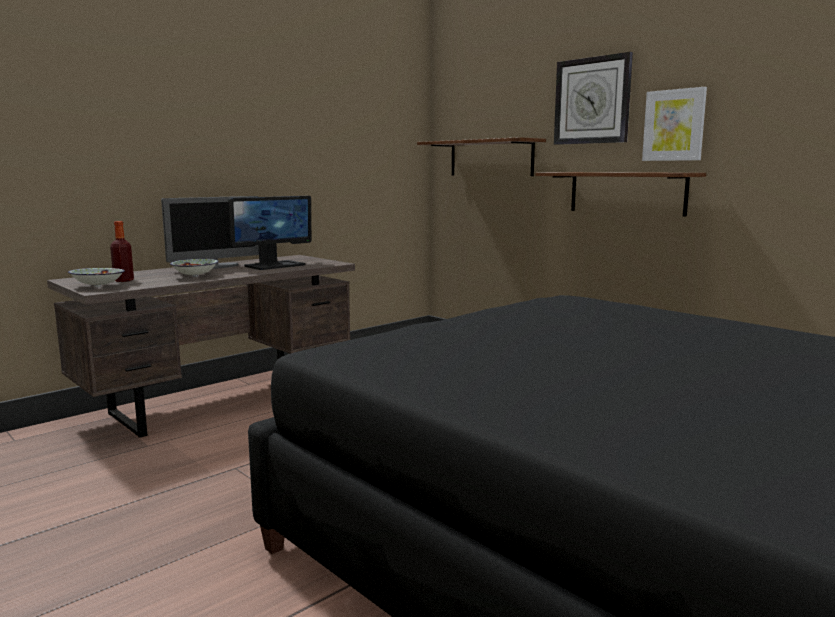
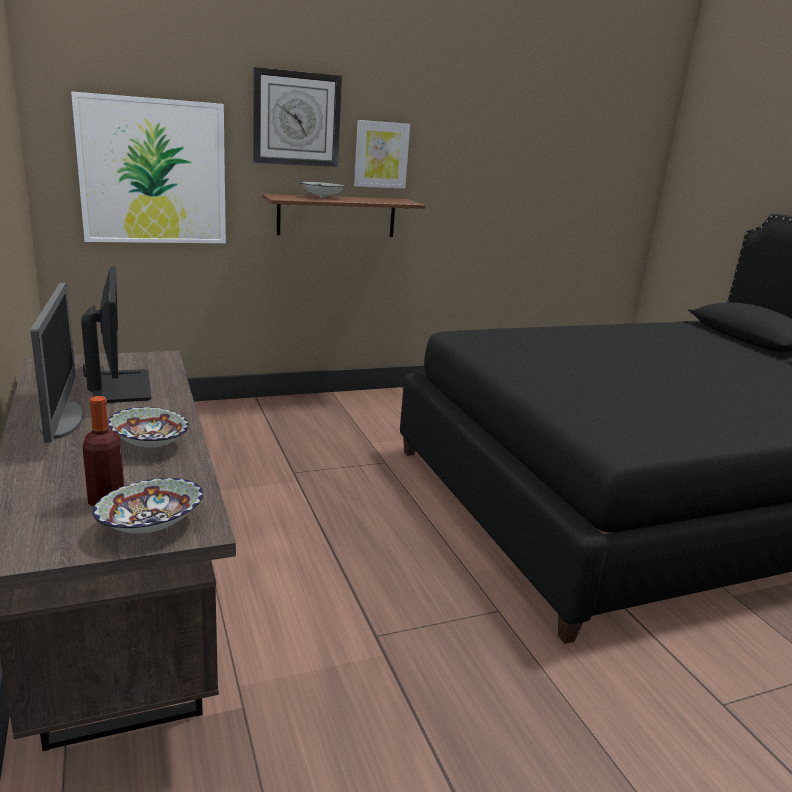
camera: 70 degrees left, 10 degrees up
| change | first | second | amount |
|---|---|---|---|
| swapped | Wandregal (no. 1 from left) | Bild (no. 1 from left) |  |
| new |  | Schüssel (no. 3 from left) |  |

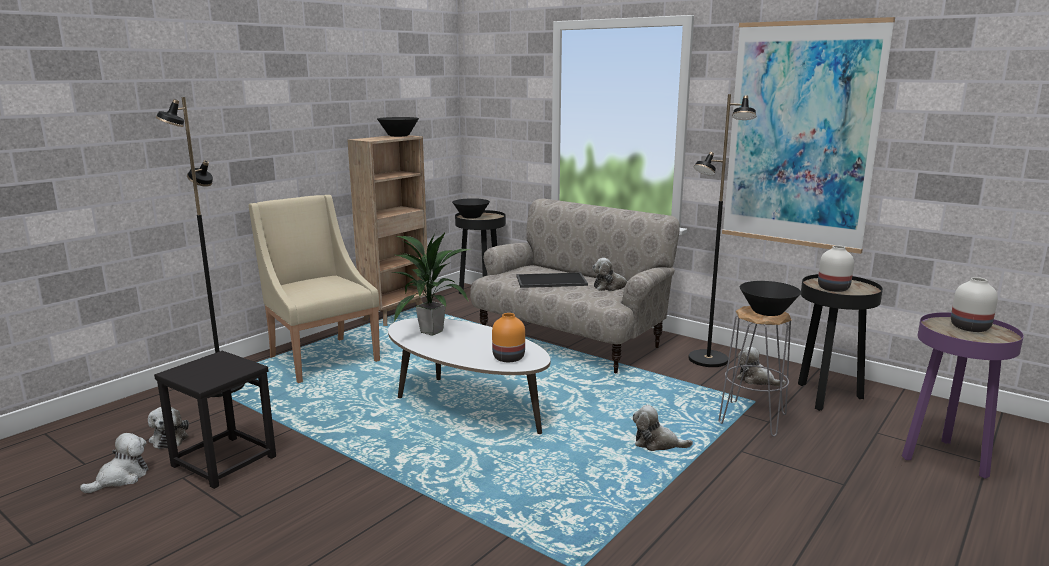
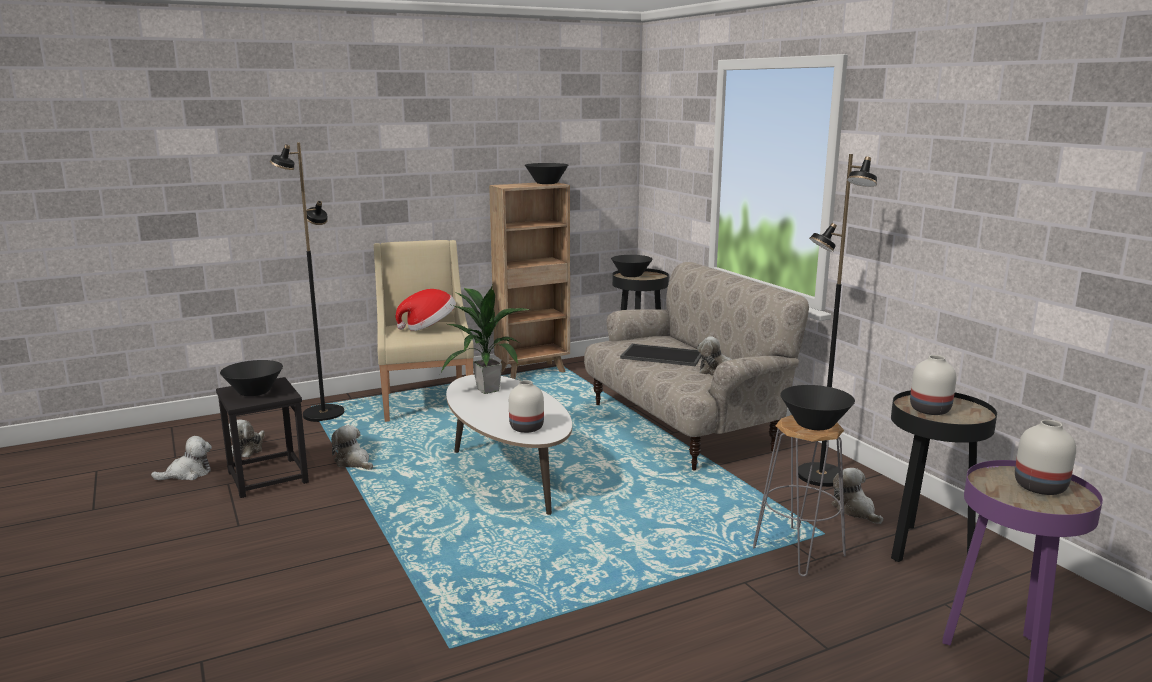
camera: 25 degrees right, 0 degrees up
| change | first | second | amount |
|---|---|---|---|
| gone | Bild |  |  |
| repainted | Vase [orange] | Vase [weiß] (no. 1 from left) |  |
| shifted | Plüschtier (no. 4 from left in the first image) | Plüschtier (no. 3 from left) |  |
| new |  | Hut |  |
| new |  | Schüssel [schwarz] (no. 1 from left) |  |

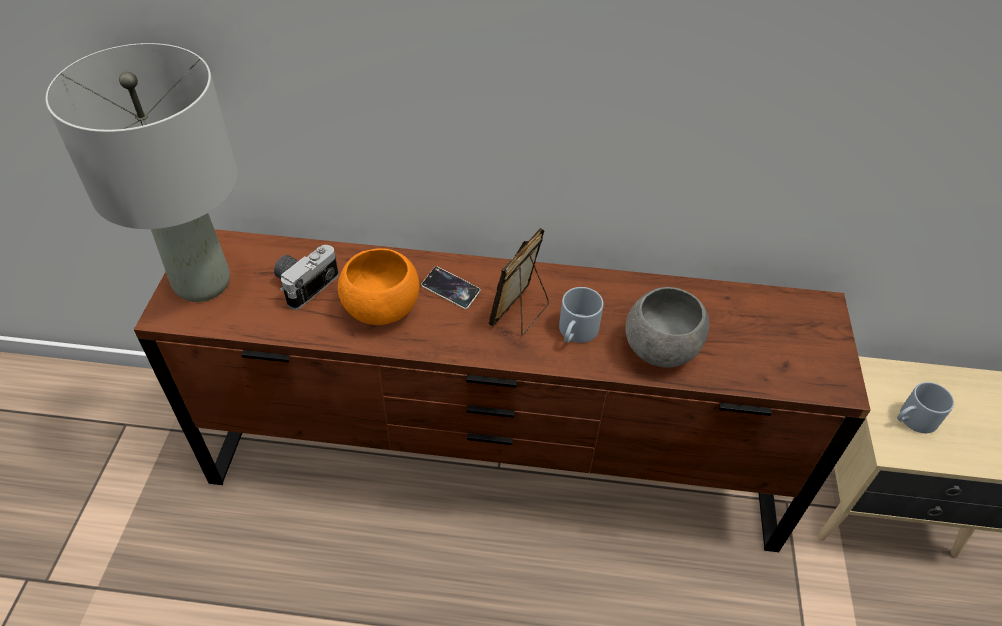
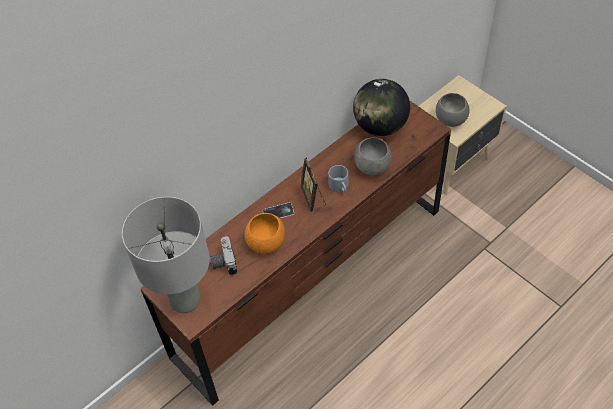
camera: 45 degrees left, 5 degrees up
| change | first | second | amount |
|---|---|---|---|
| swapped | Henkelbecher [grau] (no. 2 from left) | Schüssel [grau] (no. 2 from left) |  |
| new |  | Globus |  |

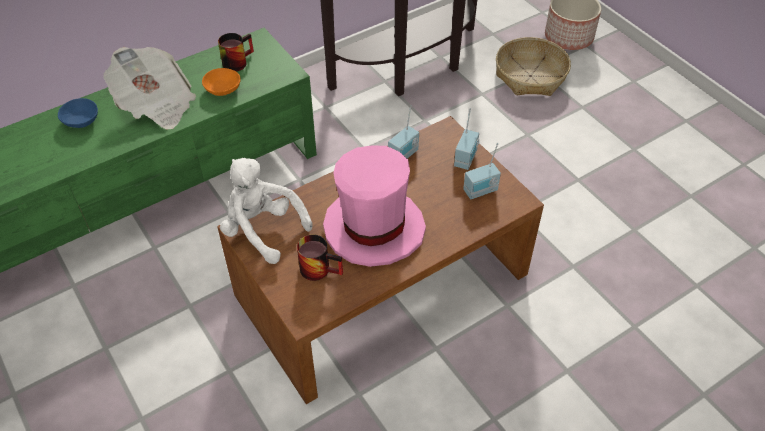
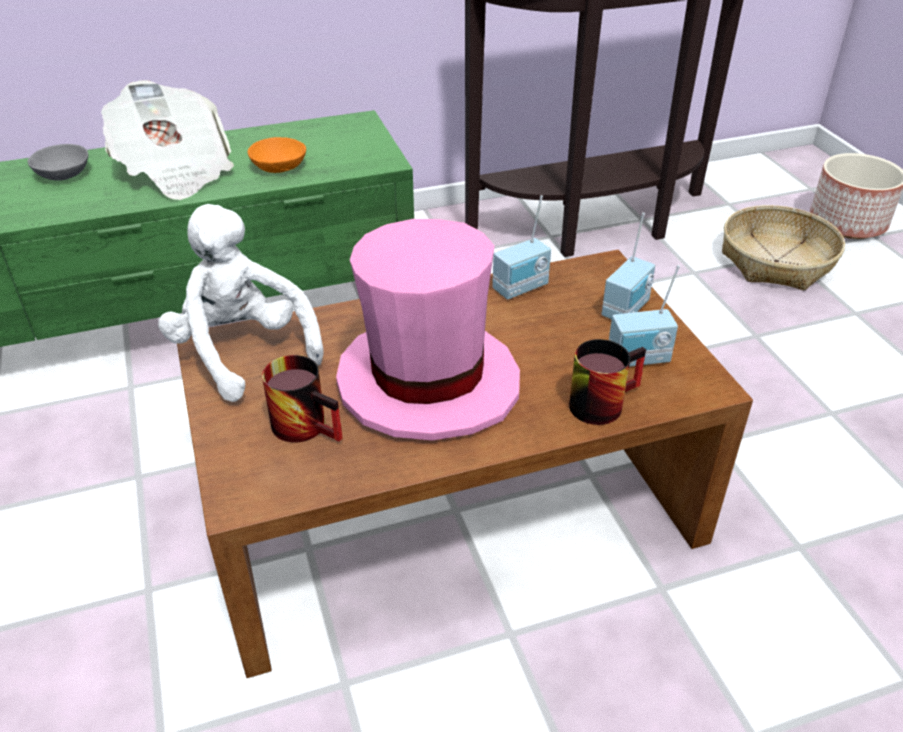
camera: 15 degrees right, 10 degrees down
| change | first | second | amount |
|---|---|---|---|
| shifted | Henkelbecher (no. 1 from left in the first image) | Henkelbecher (no. 2 from left) |  |
| repainted | Schüssel [blau] | Schüssel [grau] |  |

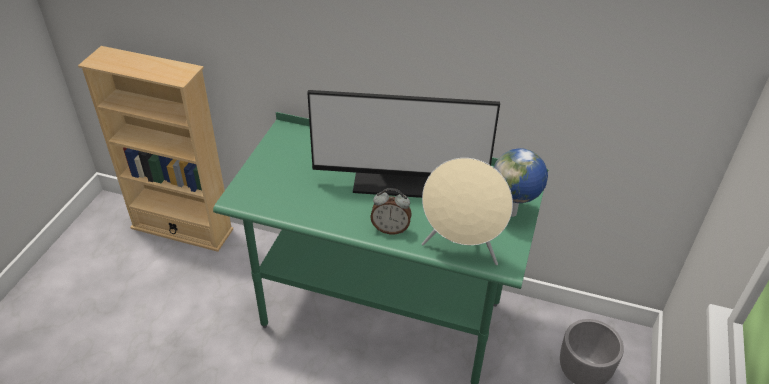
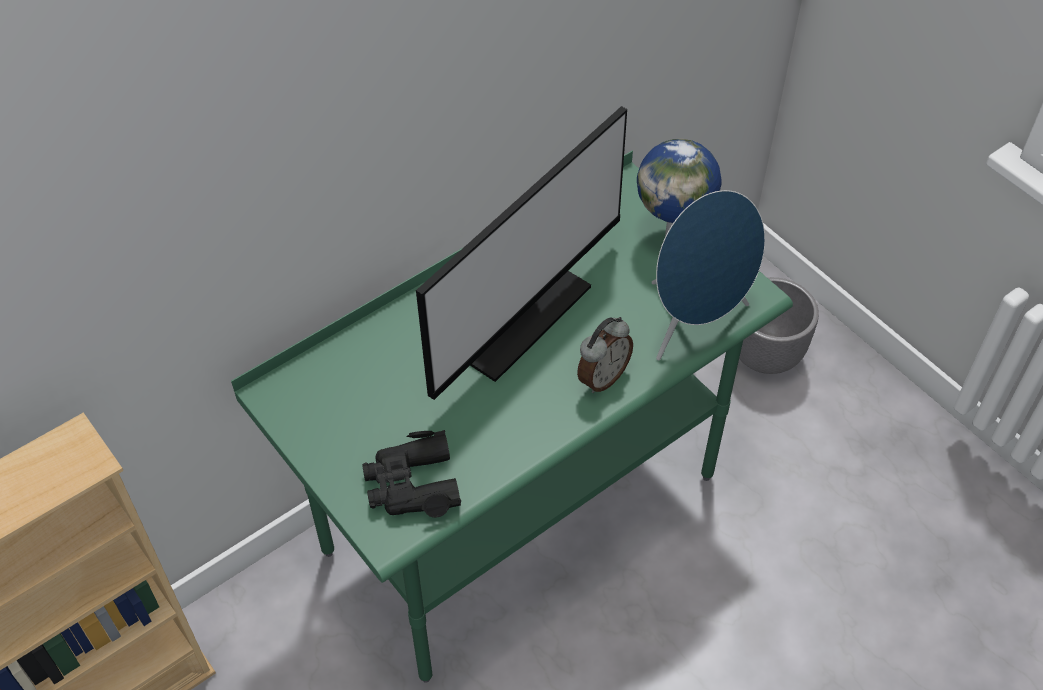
camera: 55 degrees left, 10 degrees up
| change | first | second | amount |
|---|---|---|---|
| repainted | Lautsprecher [beige] | Lautsprecher [blau] |  |
| new |  | Fernglas [schwarz] |  |

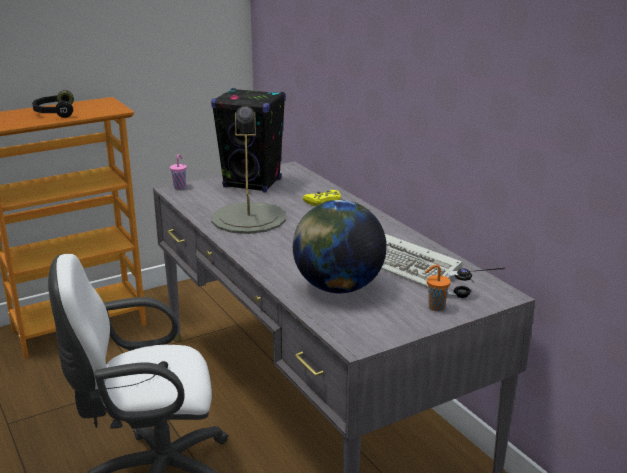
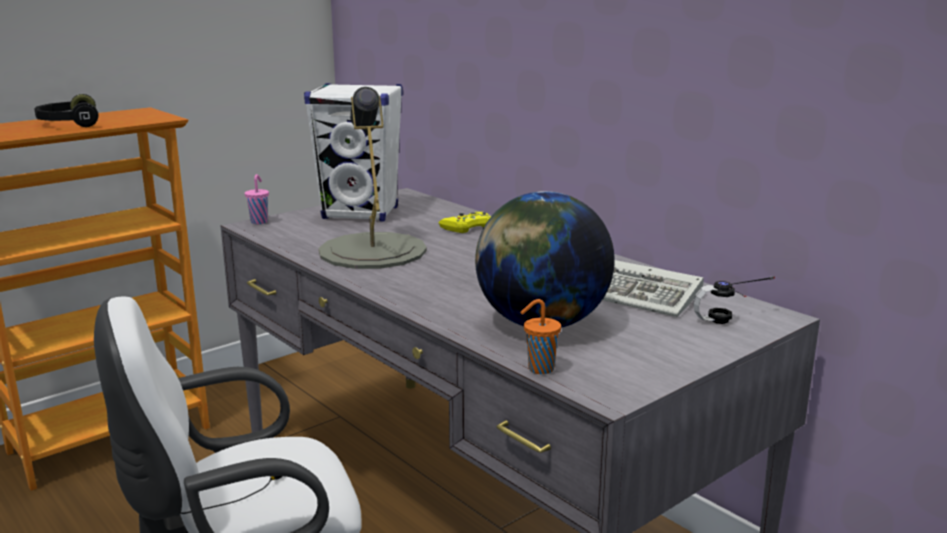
camera: 10 degrees left, 5 degrees down
| change | first | second | amount |
|---|---|---|---|
| repainted | Lautsprecher [schwarz] | Lautsprecher [weiß] |  |
| shifted | Tasse [orange] |  |  |

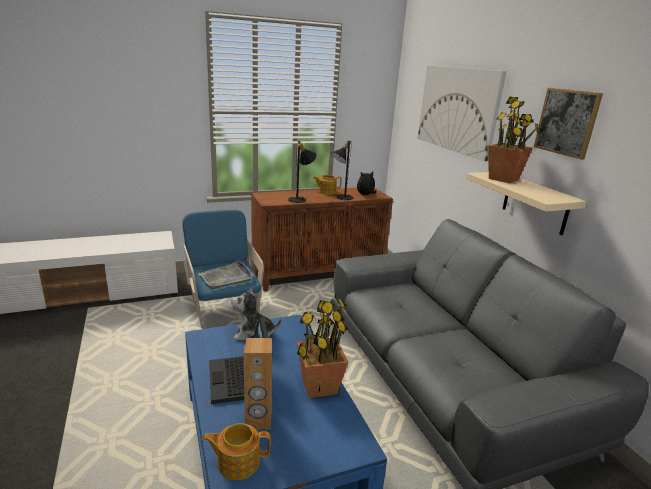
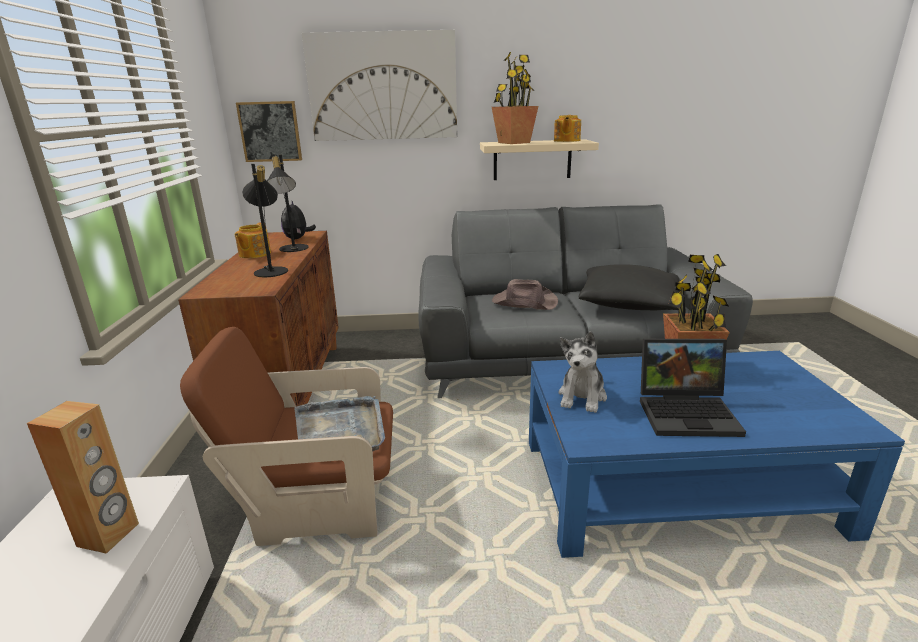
camera: 70 degrees left, 0 degrees up
| change | first | second | amount |
|---|---|---|---|
| shifted | Bild (no. 2 from left in the first image) | Bild (no. 1 from left) |  |
| repainted | Sessel [blau] | Sessel [braun] |  |
| shifted | Lautsprecher [braun] |  |  |
| shifted | Teekanne (no. 1 from left in the first image) | Teekanne (no. 2 from left) |  |
| new |  | Kissen [schwarz] |  |
| new |  | Hut [braun] |  |

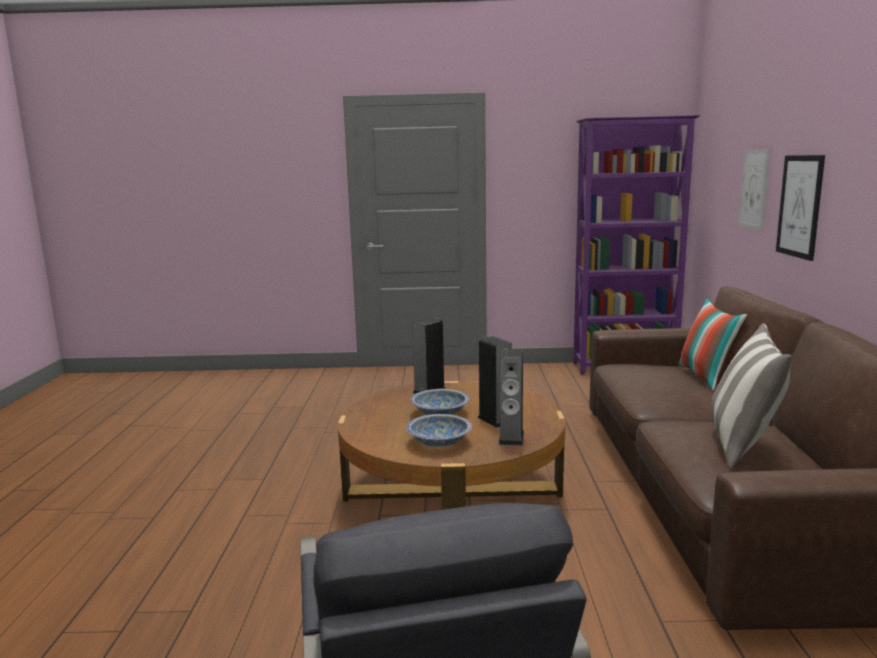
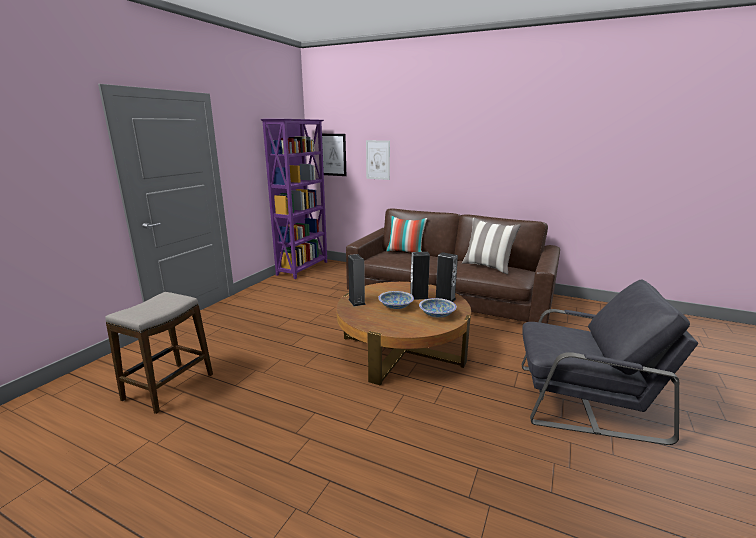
camera: 65 degrees left, 5 degrees up
| change | first | second | amount |
|---|---|---|---|
| shifted | Bild (no. 2 from left in the first image) | Bild (no. 1 from left) |  |
| new |  | Hocker |  |

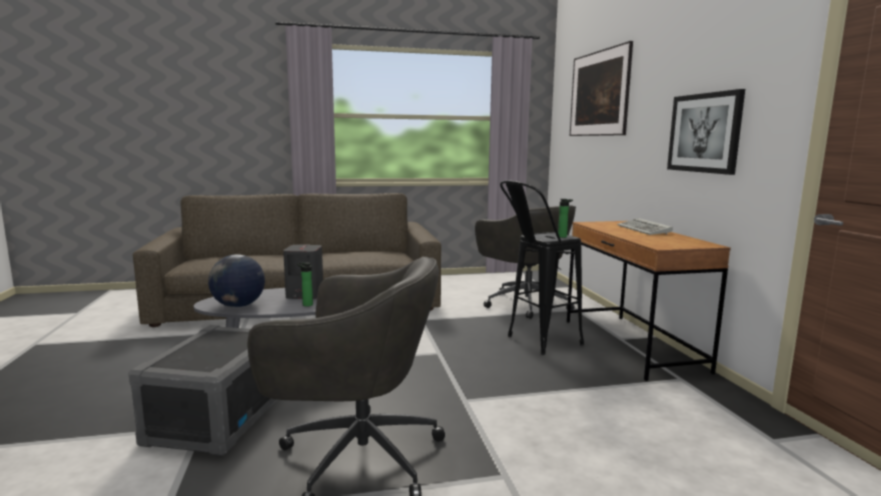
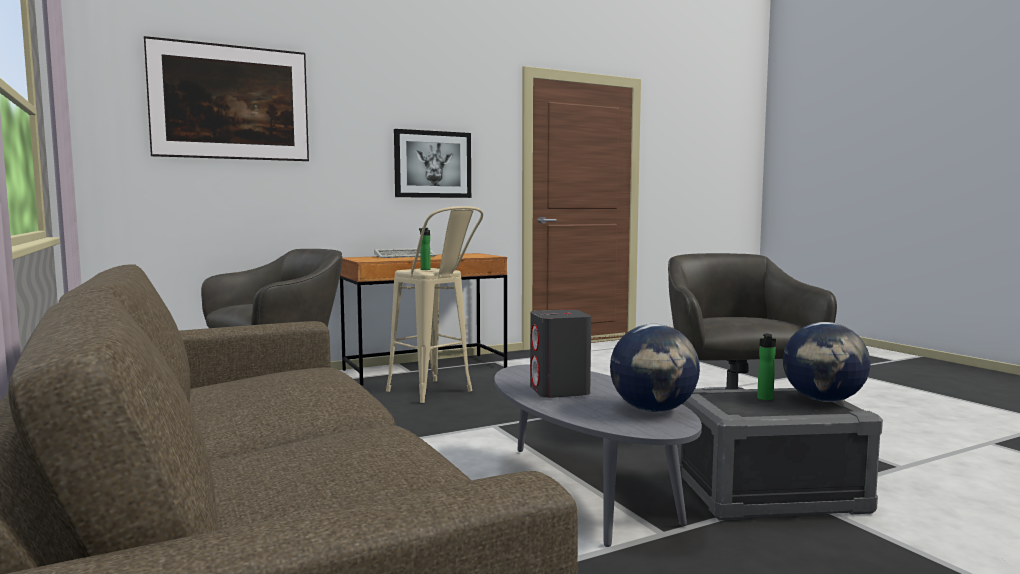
camera: 105 degrees left, 5 degrees down
| change | first | second | amount |
|---|---|---|---|
| repainted | Hocker [schwarz] | Hocker [beige] |  |
| shifted | Flasche (no. 1 from left in the first image) | Flasche (no. 2 from left) |  |
| new |  | Globus (no. 2 from left) |  |

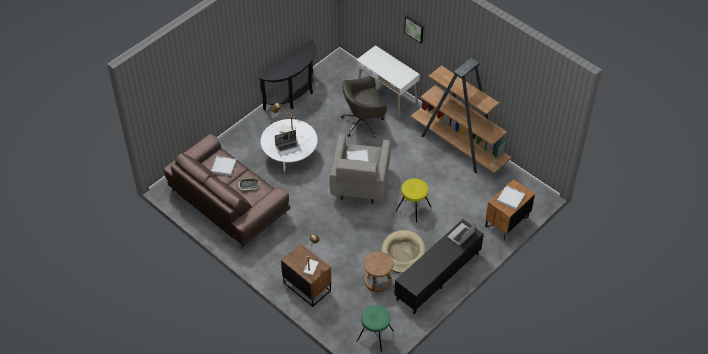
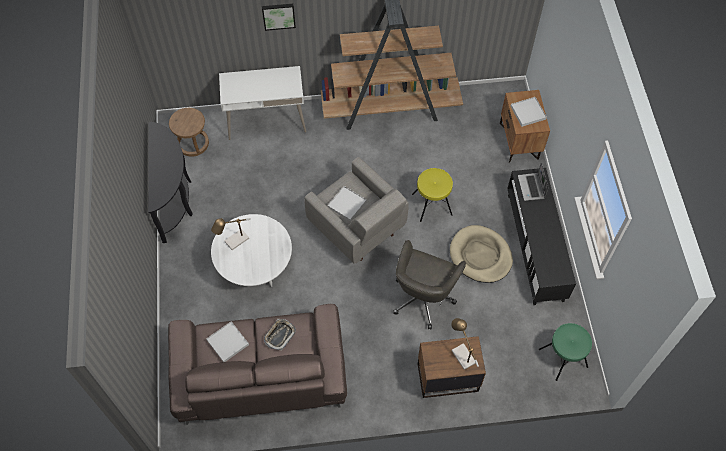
camera: 50 degrees left, 10 degrees up
| change | first | second | amount |
|---|---|---|---|
| shifted | Bürostuhl [grau] |  |  |
| gone | Laptop (no. 1 from left) |  |  |
| shifted | Hocker [braun] |  |  |

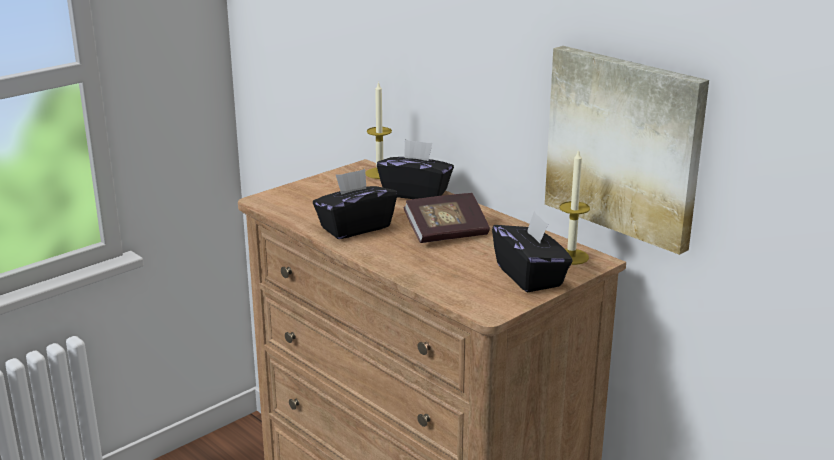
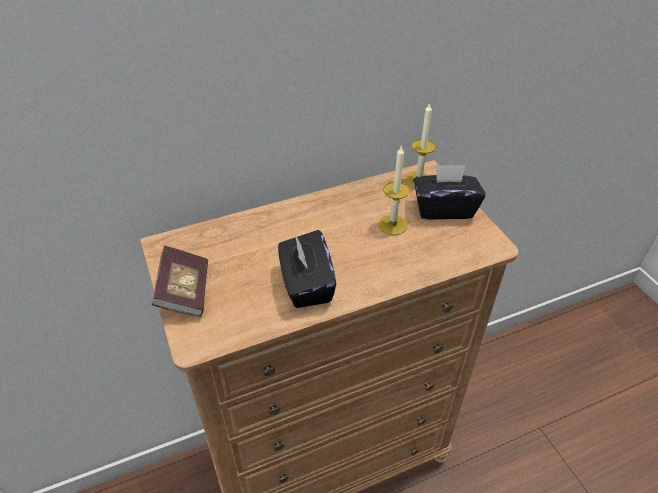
camera: 70 degrees left, 20 degrees up
| change | first | second | amount |
|---|---|---|---|
| gone | Bild |  |  |
| shifted | Kerze (no. 1 from left) |  |  |
| gone | Taschentuchbox [schwarz] (no. 2 from left) |  |  |
| shifted | Buch |  |  |

